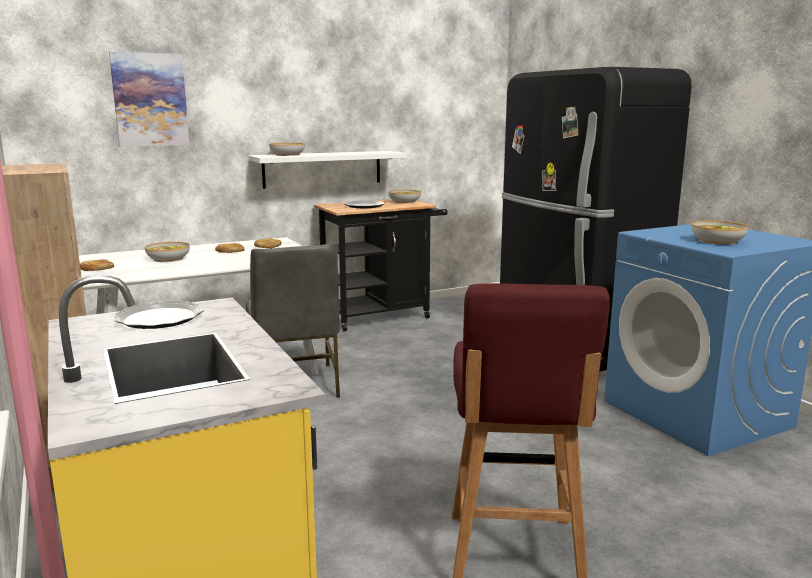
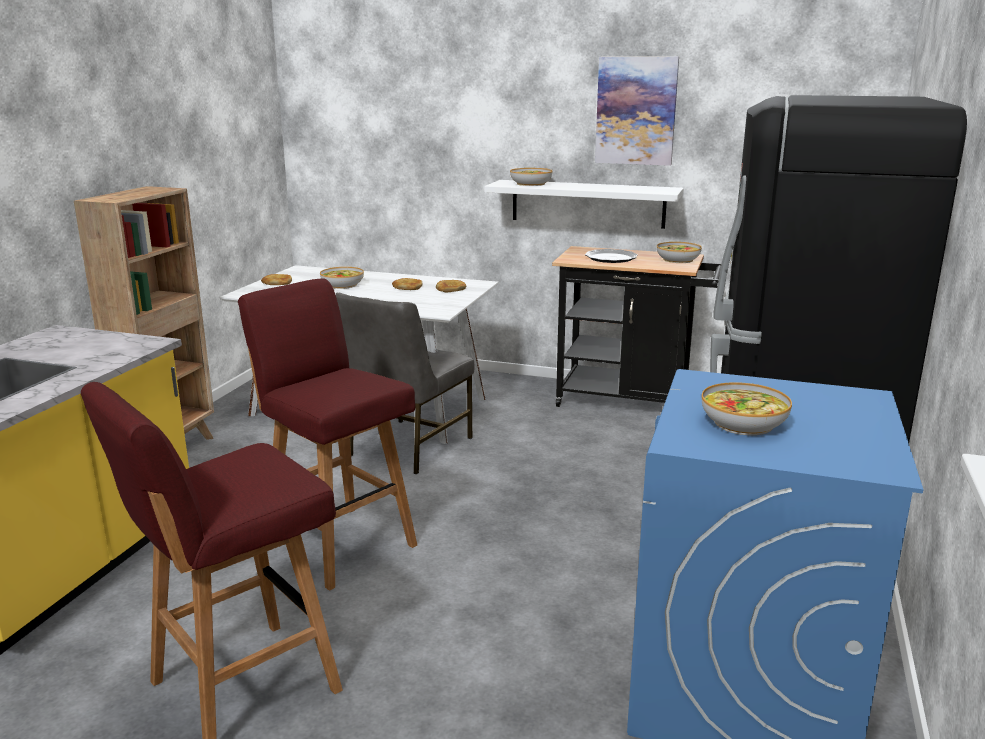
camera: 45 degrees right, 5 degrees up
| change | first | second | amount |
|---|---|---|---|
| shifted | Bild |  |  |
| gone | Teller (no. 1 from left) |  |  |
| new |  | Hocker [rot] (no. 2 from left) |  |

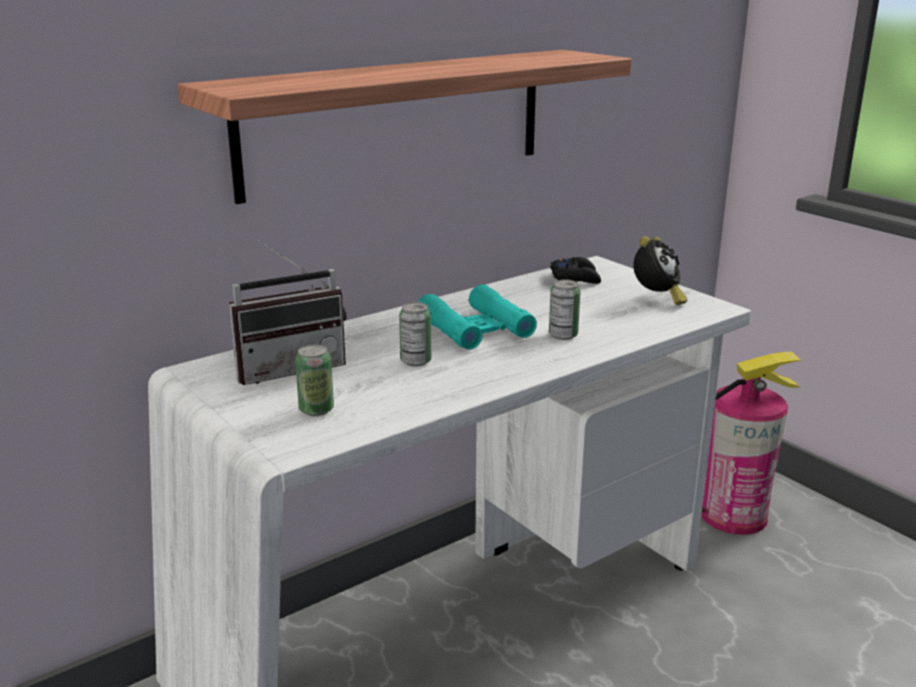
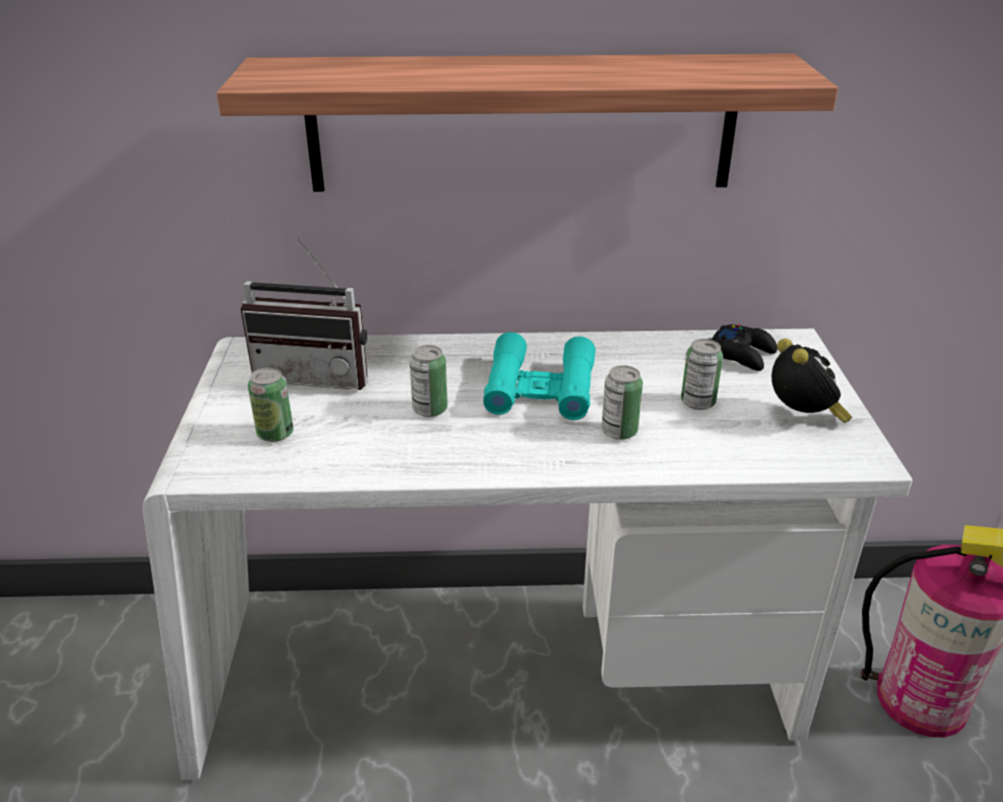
camera: 35 degrees right, 10 degrees up
| change | first | second | amount |
|---|---|---|---|
| rotated | Wecker |  | 75 degrees counterclockwise |
| new |  | Dose (no. 4 from left) |  |

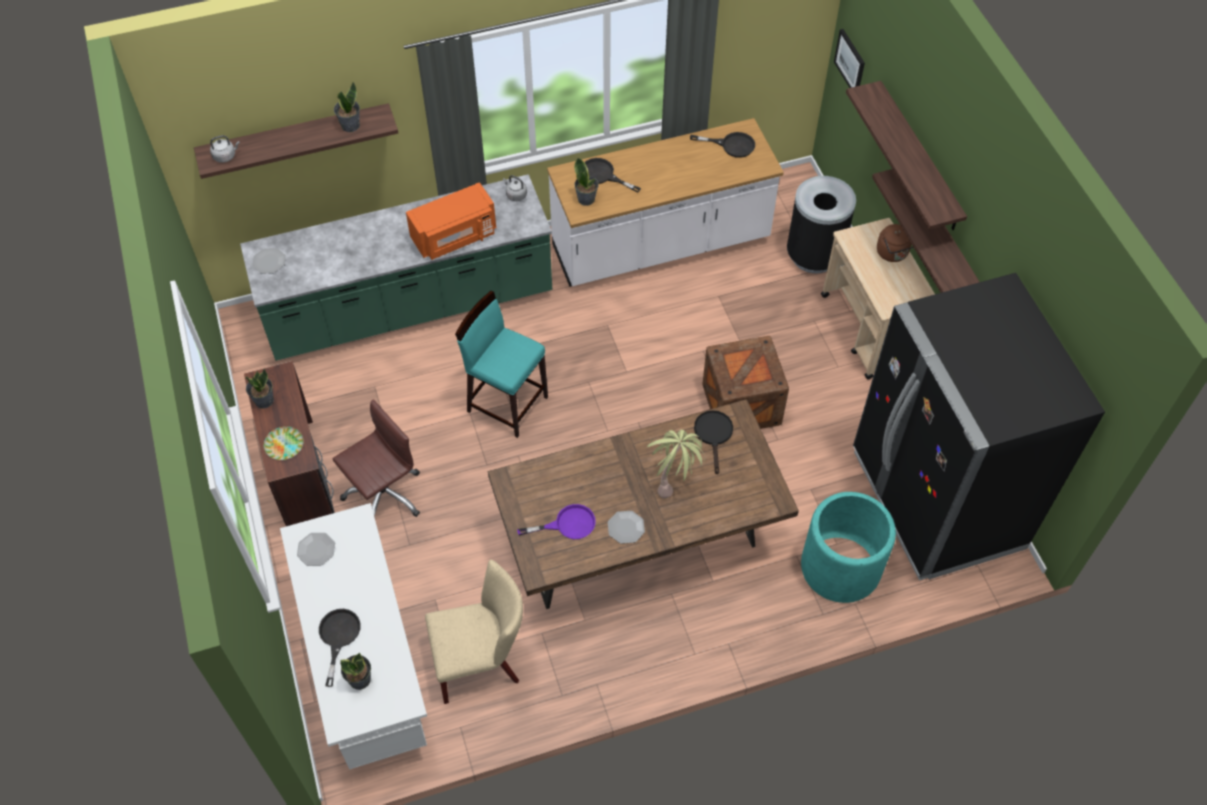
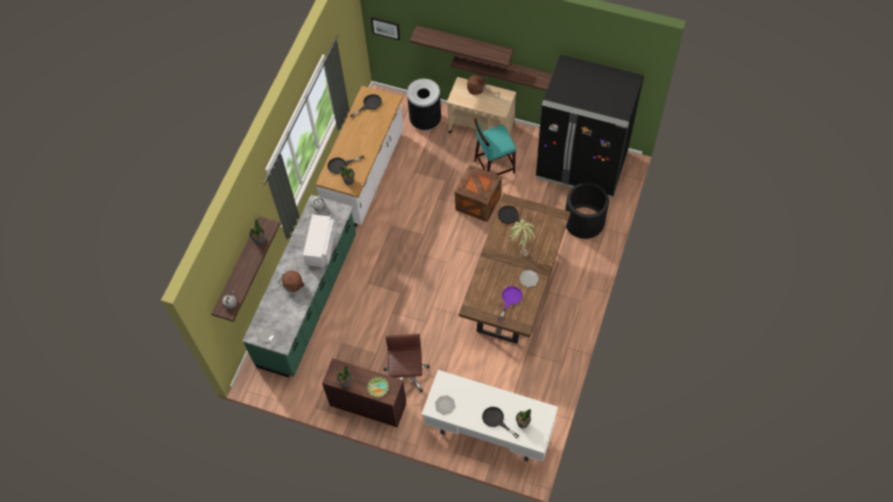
camera: 50 degrees left, 5 degrees up
| change | first | second | amount |
|---|---|---|---|
| repainted | Mikrowelle [orange] | Mikrowelle [weiß] |  |
| shifted | Hocker [türkis] |  |  |
| repainted | Pflanzkübel [türkis] | Pflanzkübel [schwarz] |  |
| gone | Stuhl [beige] |  |  |
| new |  | Wasserkessel [braun] (no. 1 from left) |  |

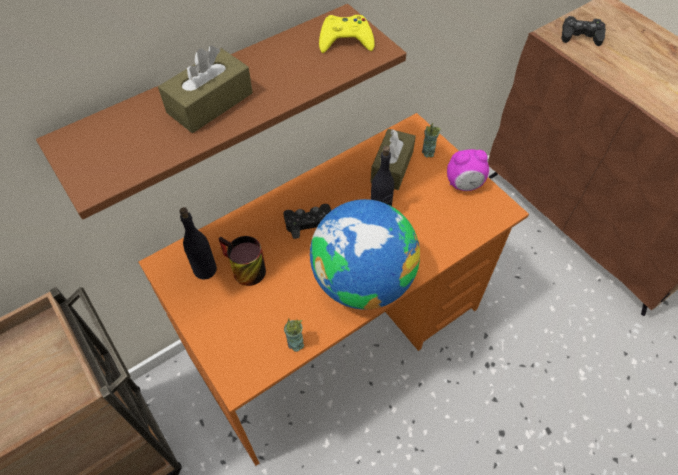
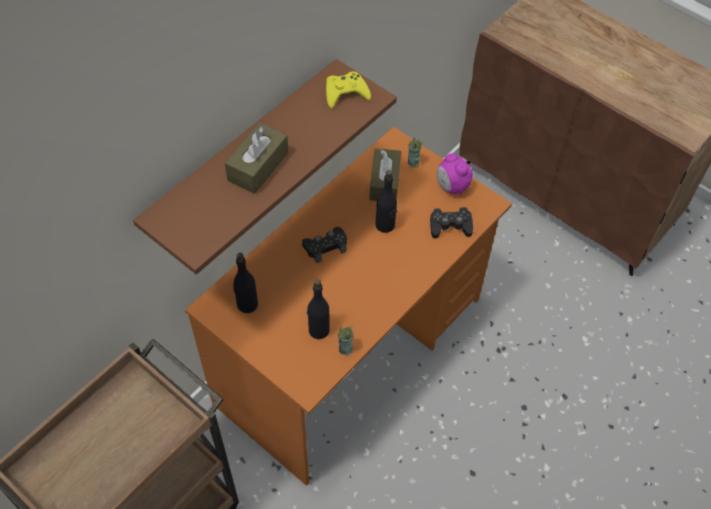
camera: 15 degrees left, 0 degrees up
| change | first | second | amount |
|---|---|---|---|
| shifted | Gamepad [schwarz] (no. 2 from left) |  |  |
| rotated | Wecker |  | 75 degrees clockwise |
| gone | Globus |  |  |
| gone | Henkelbecher |  |  |
| new |  | Flasche [schwarz] (no. 2 from left) |  |

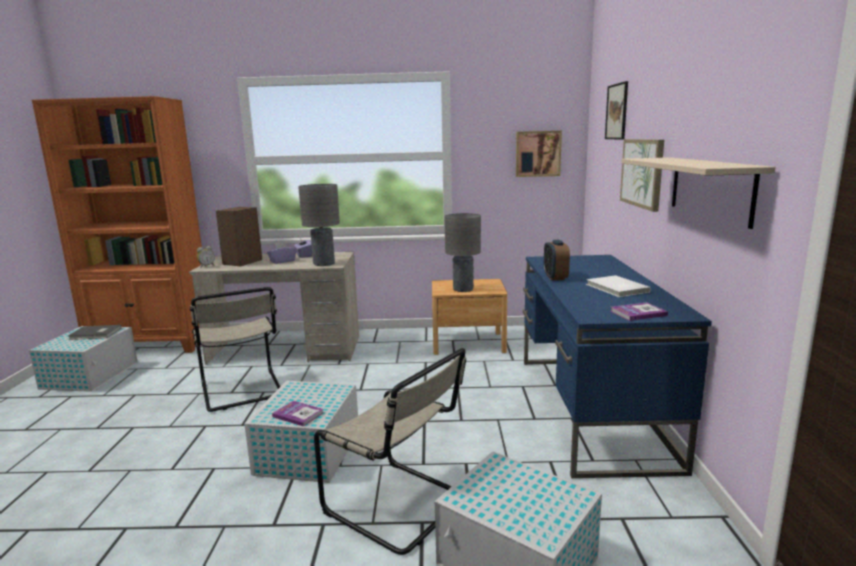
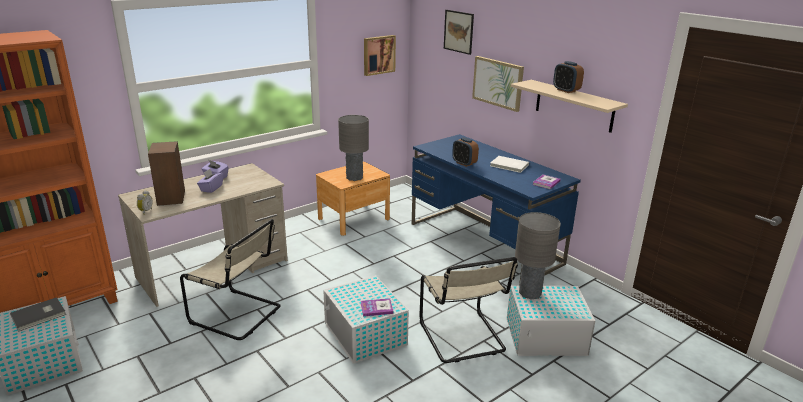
camera: 40 degrees left, 10 degrees up
| change | first | second | amount |
|---|---|---|---|
| shifted | Tischlampe [grau] (no. 1 from left in the first image) | Tischlampe [grau] (no. 2 from left) |  |
| rotated | Stuhl [beige] (no. 2 from left) |  | 75 degrees clockwise |
| new |  | Wecker (no. 3 from left) |  |

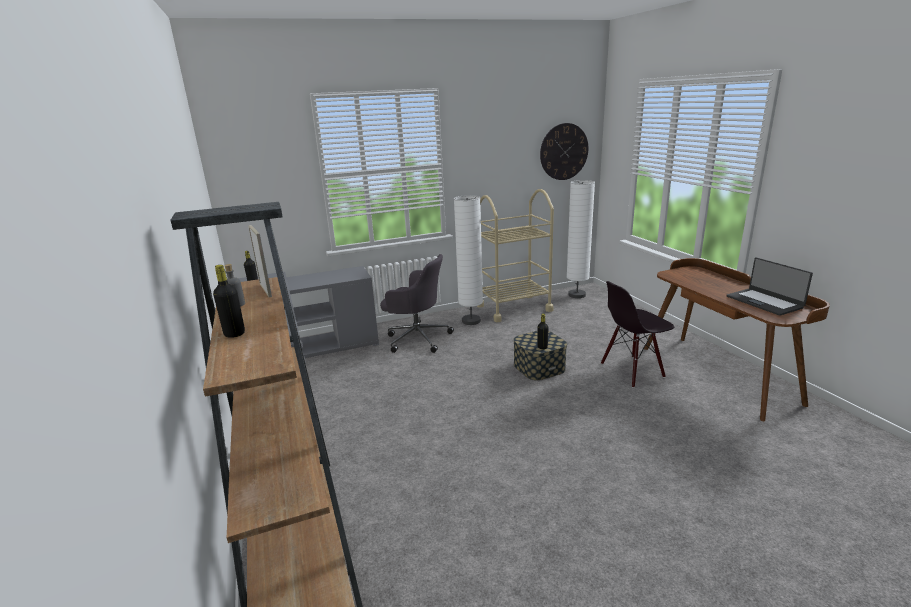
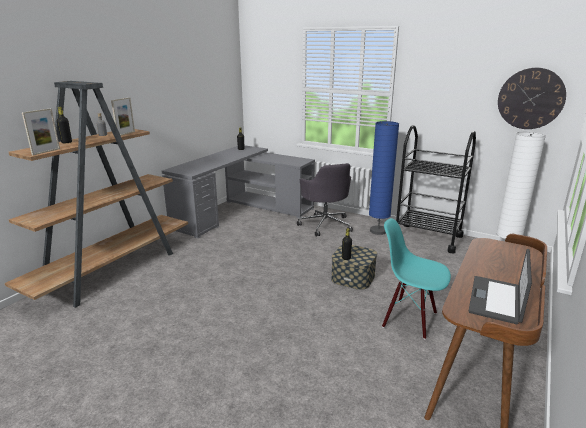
camera: 50 degrees right, 0 degrees up
| change | first | second | amount |
|---|---|---|---|
| repainted | Rollwagen [beige] | Rollwagen [schwarz] |  |
| repainted | Stehlampe [weiß] (no. 1 from left) | Stehlampe [blau] |  |
| repainted | Stuhl [schwarz] | Stuhl [türkis] |  |
| new |  | Bilderrahmen (no. 1 from left) |  |

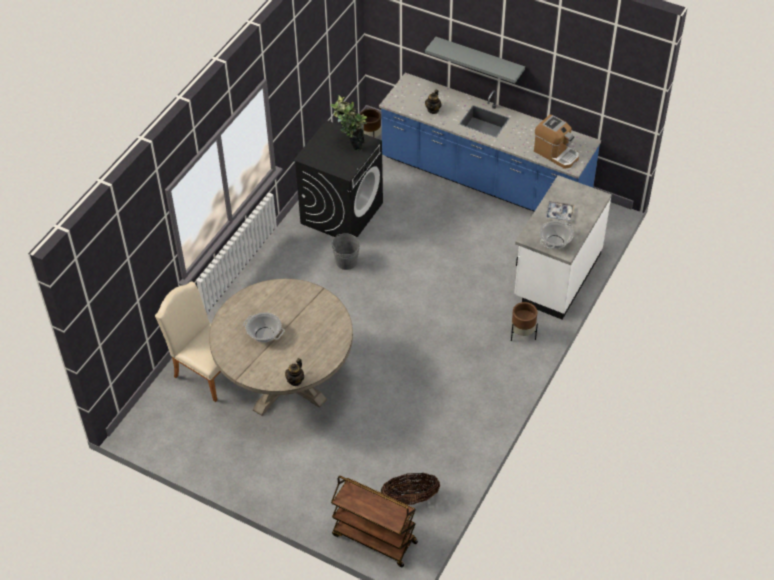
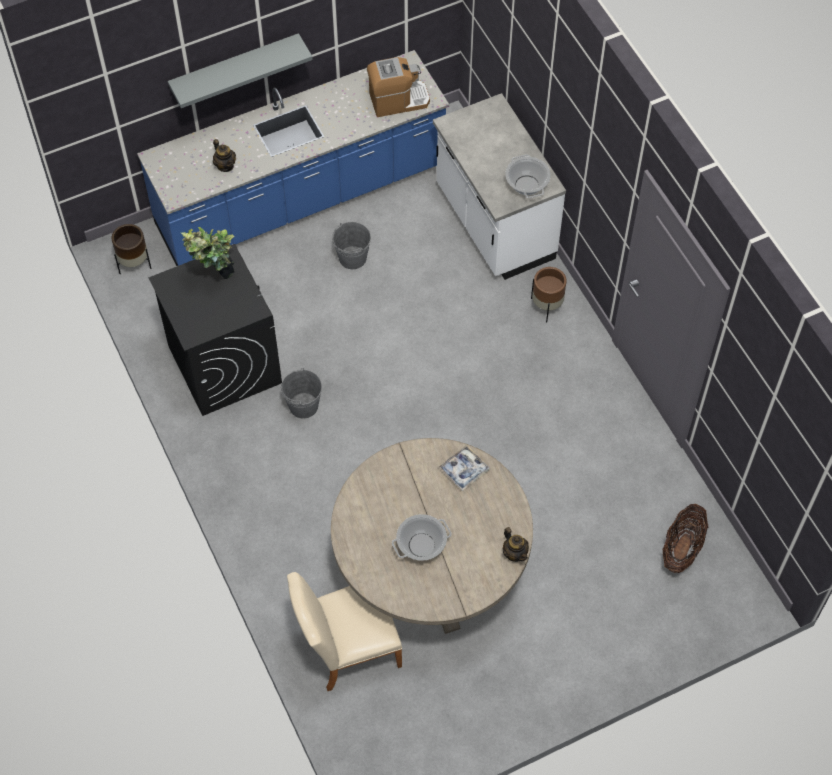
camera: 55 degrees left, 10 degrees up
| change | first | second | amount |
|---|---|---|---|
| shifted | Tablett |  |  |
| gone | Rollwagen [braun] |  |  |
| new |  | Eimer [grau] (no. 2 from left) |  |

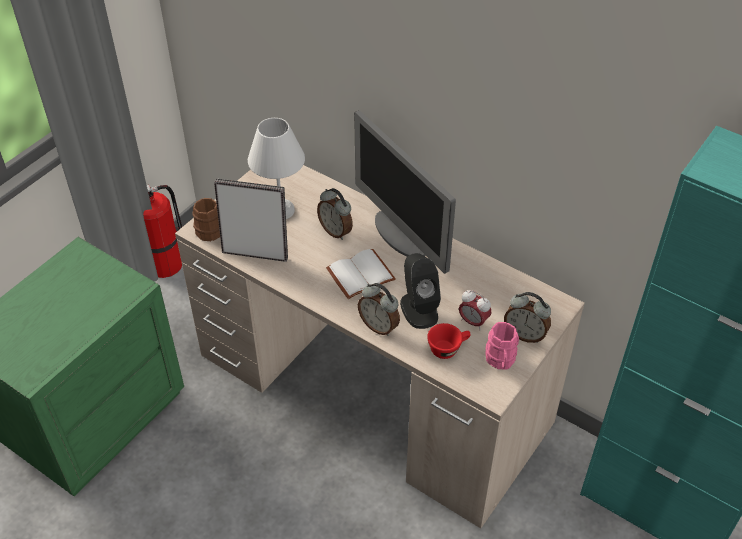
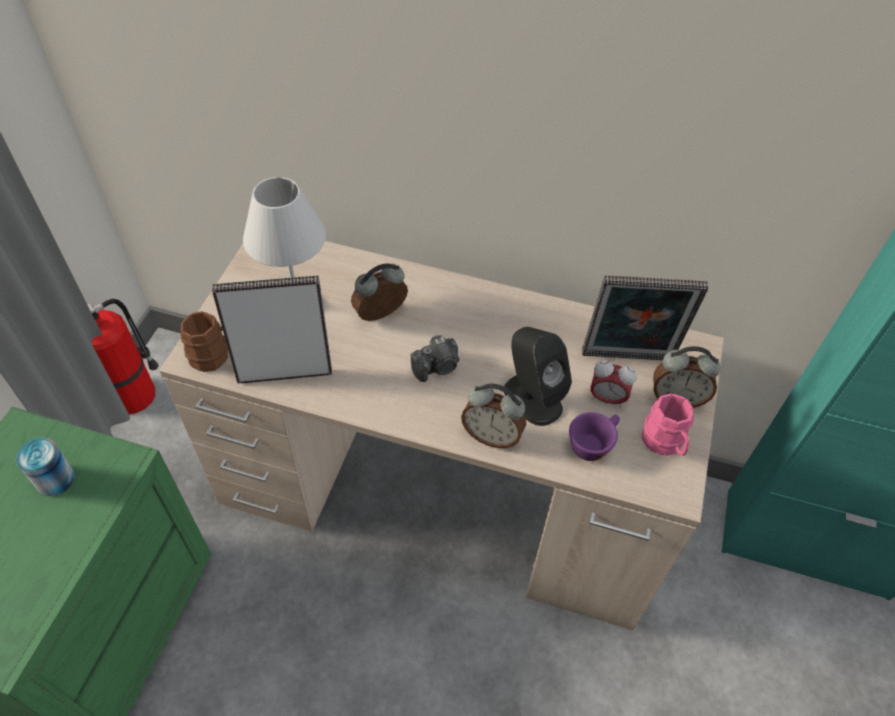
camera: 20 degrees left, 5 degrees up
| change | first | second | amount |
|---|---|---|---|
| gone | Monitor |  |  |
| rotated | Wecker (no. 1 from left) |  | 120 degrees clockwise |
| swapped | Buch [weiß] | Kamera |  |
| repainted | Tasse [rot] | Tasse [lila] |  |
| new |  | Bilderrahmen (no. 2 from left) |  |
| new |  | Dose |  |

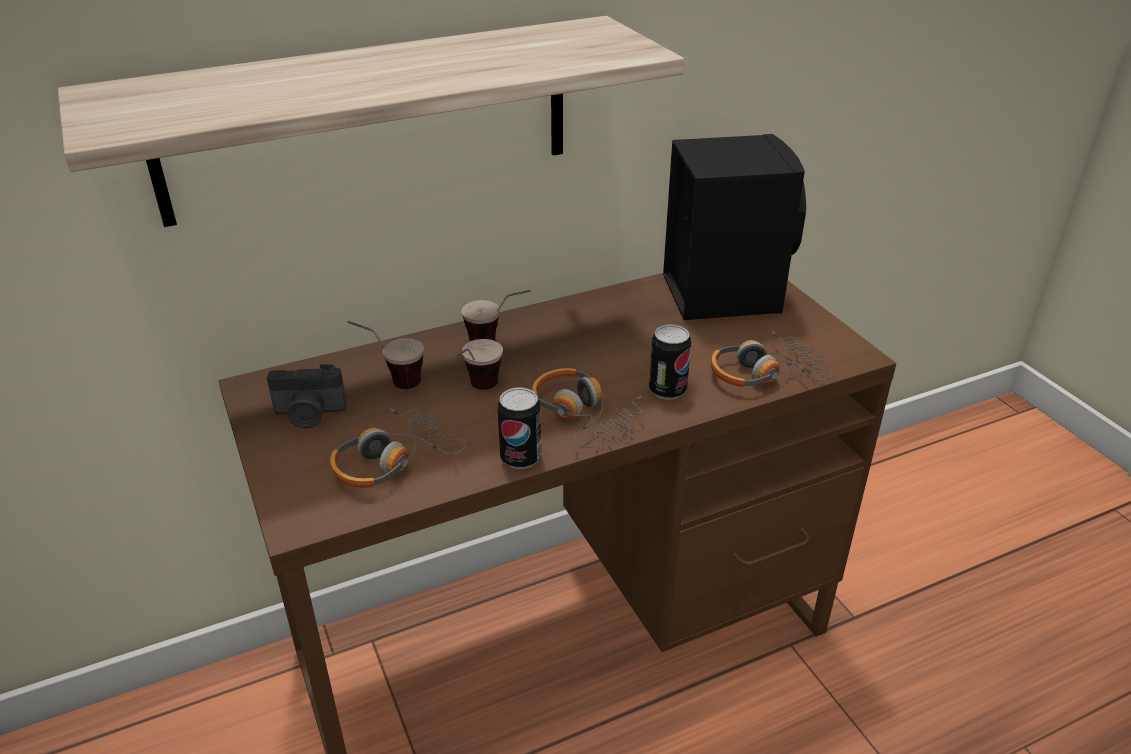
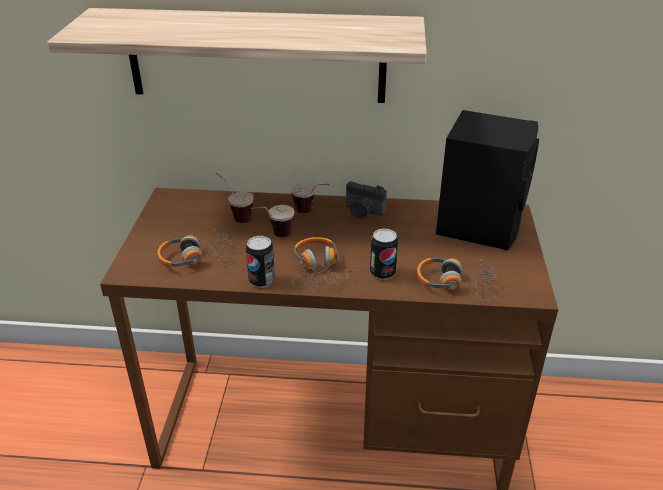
camera: 30 degrees right, 0 degrees up
| change | first | second | amount |
|---|---|---|---|
| shifted | Kamera |  |  |

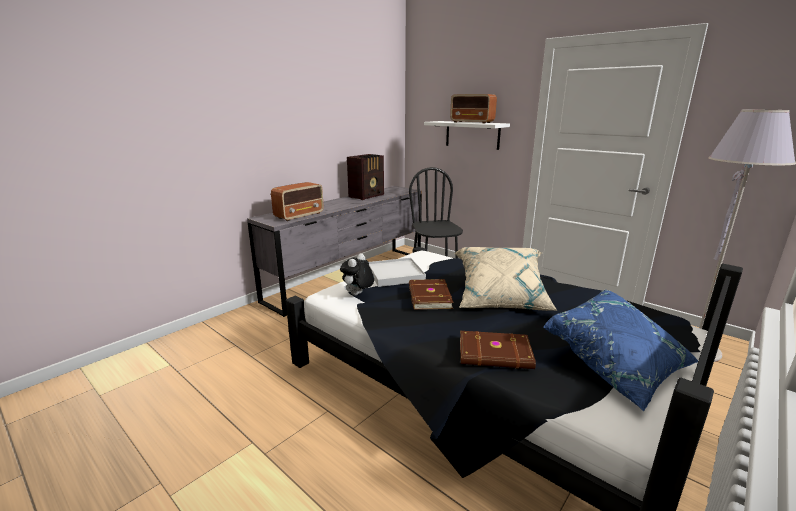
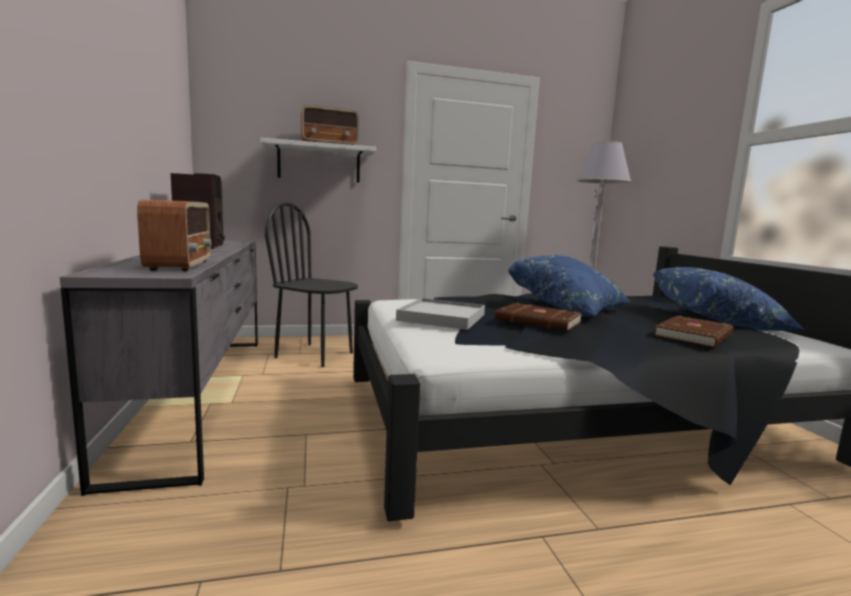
camera: 55 degrees left, 10 degrees down
| change | first | second | amount |
|---|---|---|---|
| repainted | Kissen [beige] | Kissen [blau] (no. 1 from left) |  |
| gone | Plüschtier |  |  |

